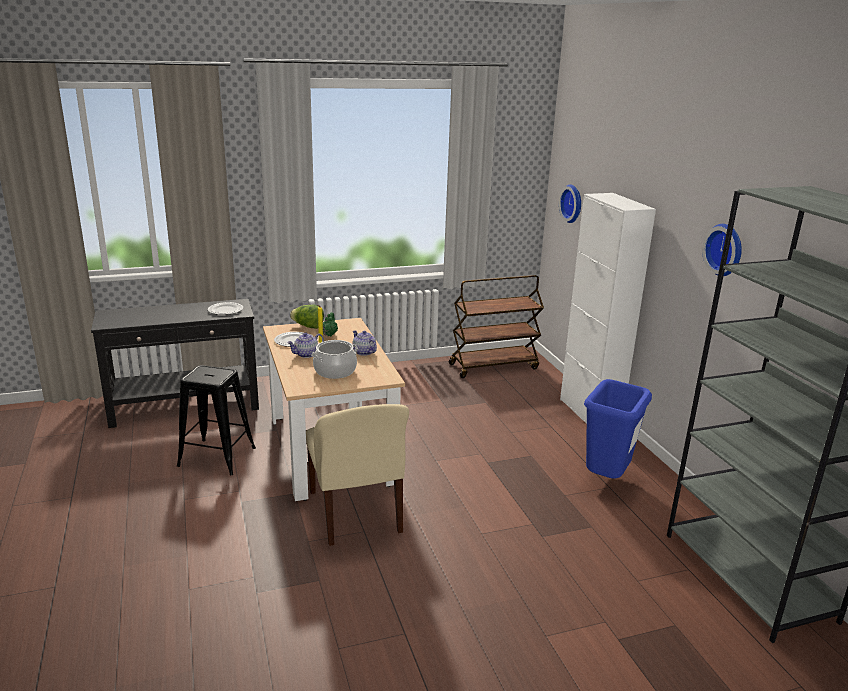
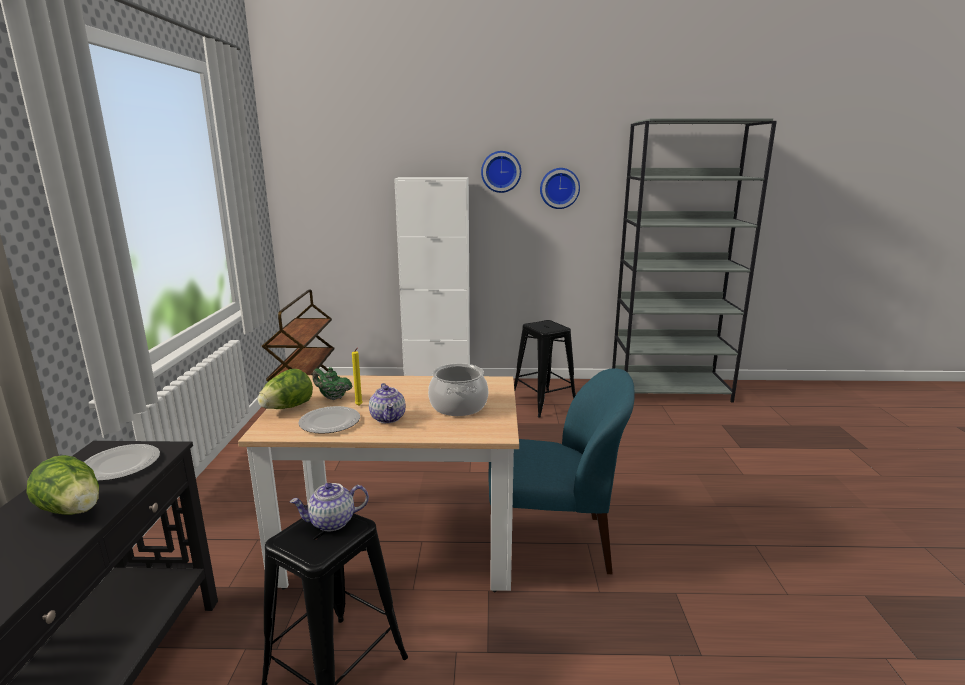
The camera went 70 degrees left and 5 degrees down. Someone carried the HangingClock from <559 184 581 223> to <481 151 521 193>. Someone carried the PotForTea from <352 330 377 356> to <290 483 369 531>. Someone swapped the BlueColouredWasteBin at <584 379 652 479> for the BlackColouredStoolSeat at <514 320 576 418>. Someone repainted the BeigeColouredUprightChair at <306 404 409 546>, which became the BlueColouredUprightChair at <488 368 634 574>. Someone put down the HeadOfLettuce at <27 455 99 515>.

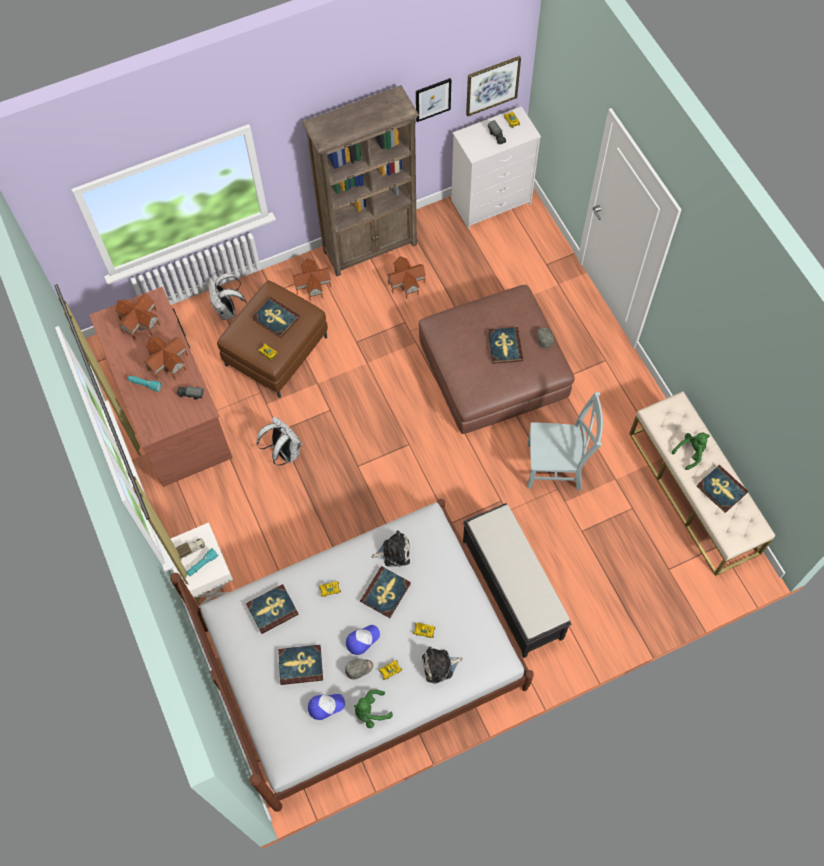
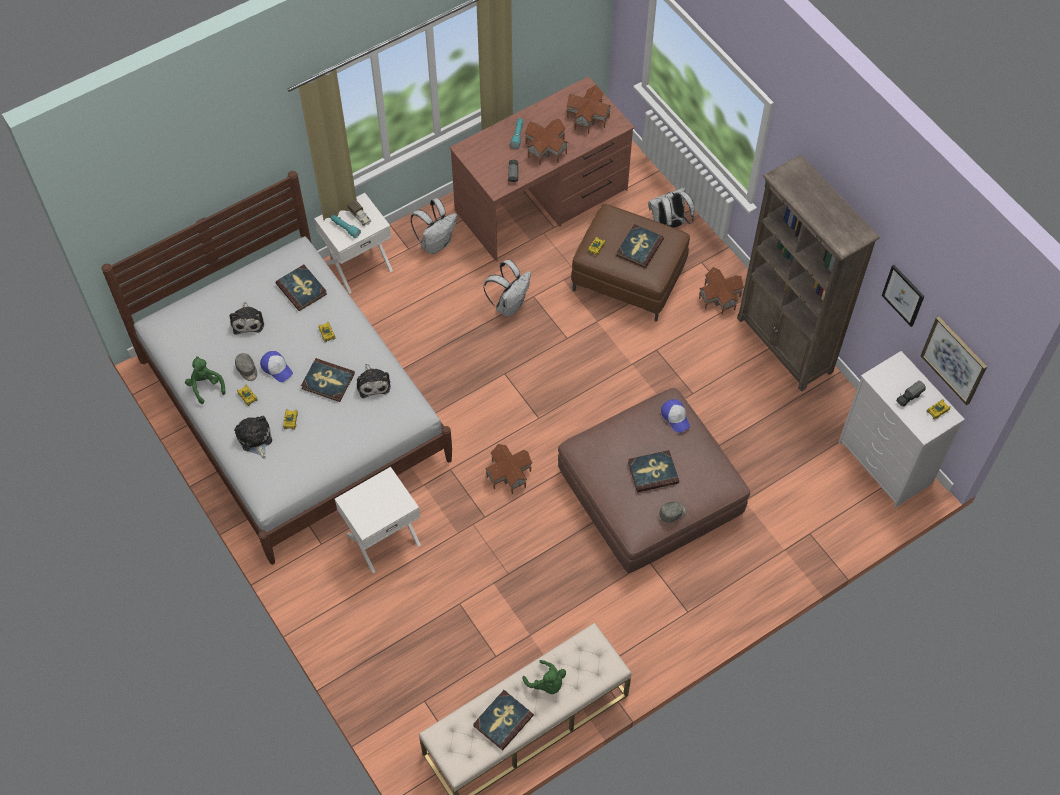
The camera went 80 degrees right and 5 degrees down. Someone carried the ToyHouse from <387 256 426 299> to <485 444 533 494>. Someone took away the GreyUprightChair at <527 392 603 490>. Someone swapped the BlackColouredBench at <463 503 572 658> for the WhiteColouredBedsideTable at <335 467 421 573>. Someone swapped the Book at <278 645 323 685> for the PlushToy at <230 302 264 335>. Someone carried the PeakedCap from <308 694 345 720> to <661 399 690 433>. Someone put down the WhiteColouredKnapsack at <410 198 457 254>.

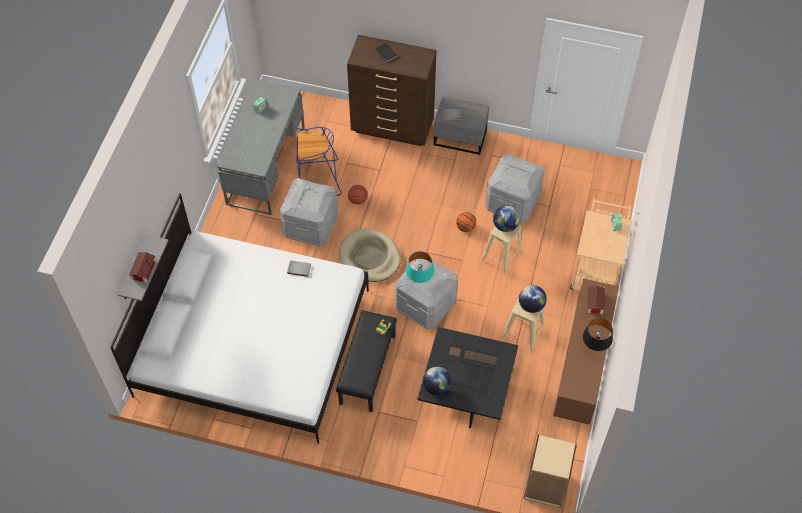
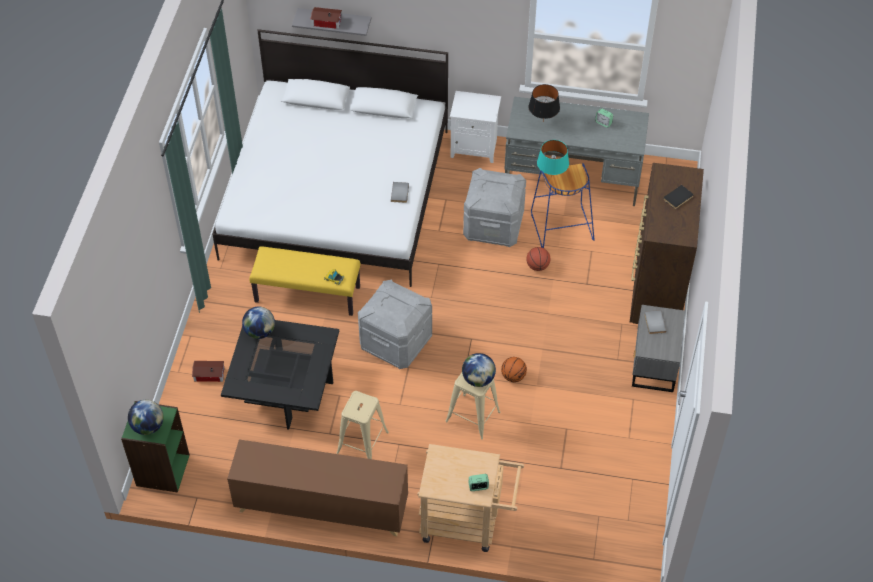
The camera went 85 degrees right and 5 degrees down. Someone took away the GreyStorageBox at <485 153 544 223>. Someone took away the BeigeColouredPetBed at <339 229 401 282>. Someone carried the TurquoiseTableLamp from <406 251 434 283> to <537 140 569 175>. Someone carried the WorldGlobe from <519 285 547 313> to <128 400 164 435>. Someone carried the ToyHouse from <588 286 605 314> to <192 361 224 382>. Someone repainted the BlackColouredBench at <336 310 397 412>, which became the YellowColouredBench at <249 246 361 316>. Someone carried the BlackColouredTableLamp from <583 318 613 351> to <529 84 560 120>. Someone repainted the BeigeColouredBookshelf at <523 435 577 508>, which became the GreenColouredBookshelf at <121 401 190 493>. Someone put down the WhiteColouredBedsideTable at <450 91 501 163>.

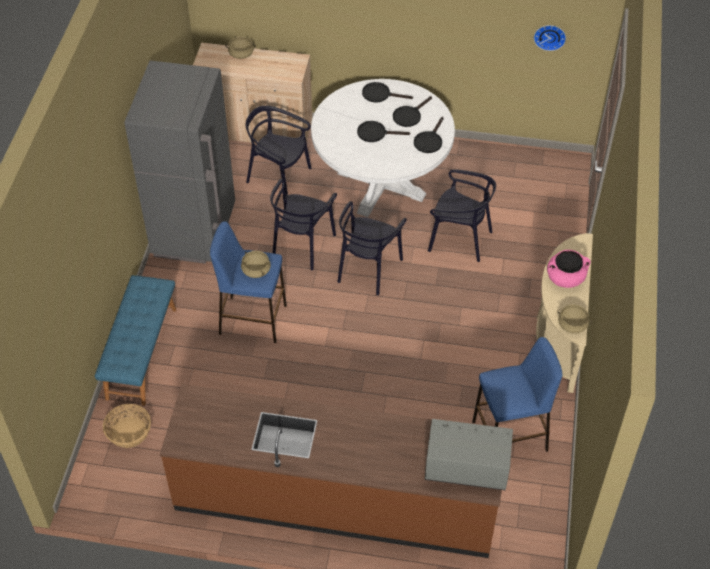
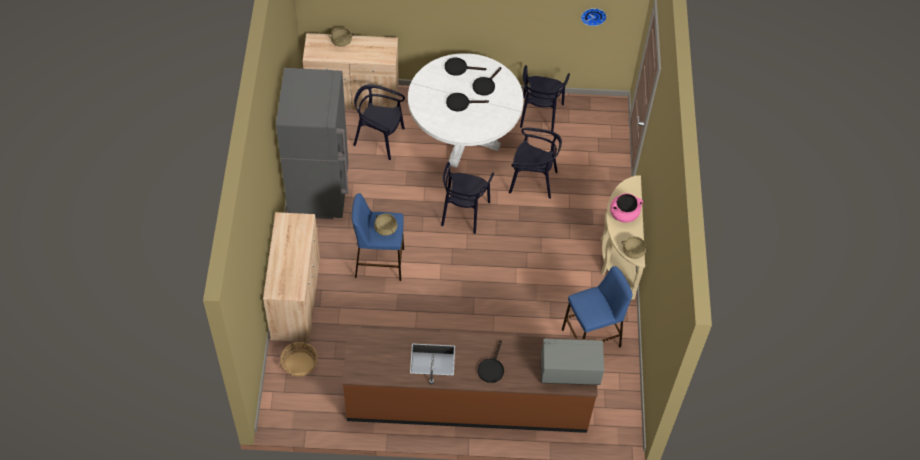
The camera went 10 degrees left and 5 degrees up. Someone carried the BlackColouredFryingPan from <414 117 444 153> to <478 340 504 383>. Someone carried the BlackColouredUprightChair from <270 179 337 271> to <520 65 570 132>. Someone swapped the BlueColouredBench at <95 275 177 406> for the BeigeColouredCupboard at <263 212 320 342>.

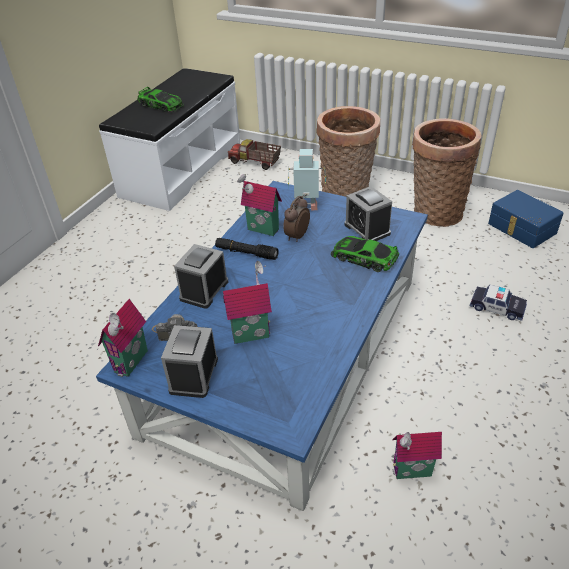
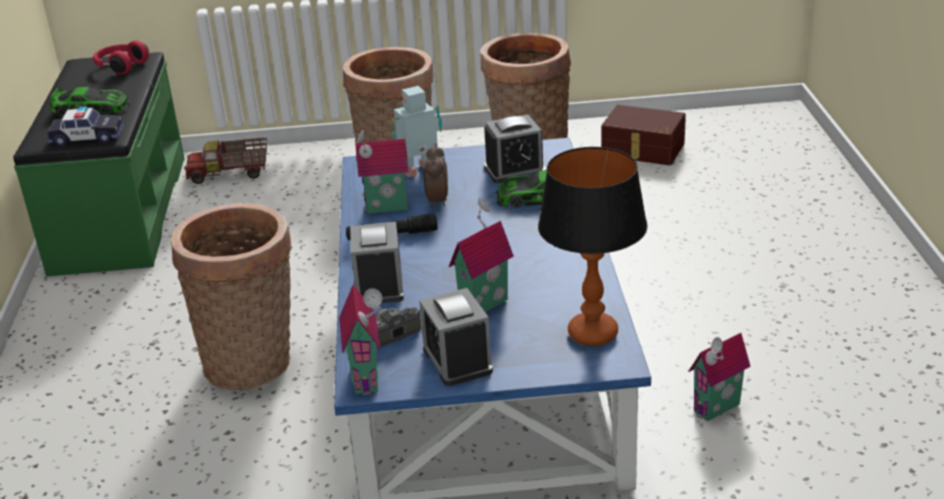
The camera went 30 degrees left and 10 degrees down. Someone repainted the WhiteColouredBench at <99 68 240 211>, which became the GreenColouredBench at <13 52 185 277>. Someone rotated the TableClock at <344 186 392 241> by 45 degrees counterclockwise. Someone repainted the BlueColouredStorageBox at <488 190 564 248>, which became the BrownColouredStorageBox at <601 105 686 165>. Someone carried the ToyCar from <470 285 527 321> to <47 107 124 146>. Someone put down the RedColouredPairOfHeadphones at <93 40 149 75>. Someone put down the TableLamp at <538 147 648 346>. Someone put down the Basket at <171 203 292 390>.

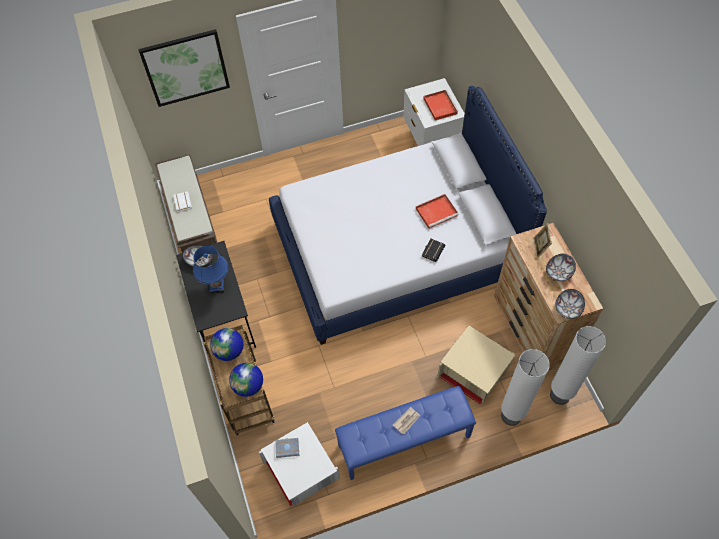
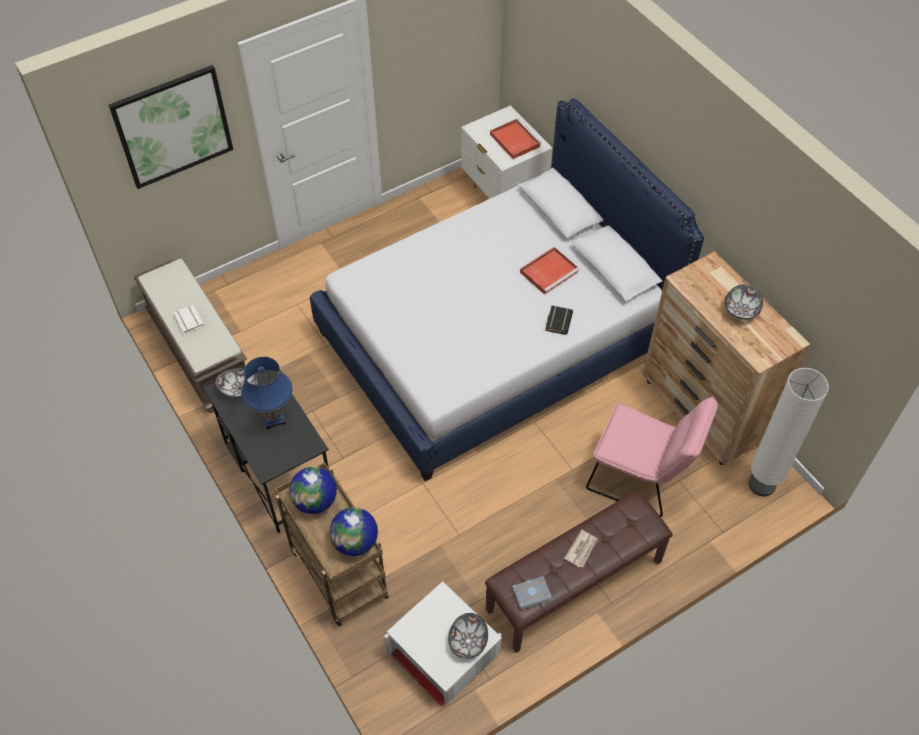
The camera went 15 degrees left and 5 degrees down. Someone took away the StandingFrame at <534 223 552 258>. Someone carried the Bowl from <555 289 585 319> to <448 613 488 659>. Someone swapped the BeigeColouredStorageBox at <437 325 515 404> for the PinkUprightChair at <586 396 718 517>. Someone took away the WhiteColouredFloorLamp at <501 349 550 426>. Someone repainted the BlueColouredBench at <335 386 476 480>, which became the BrownColouredBench at <485 491 673 653>. Someone carried the GreyBook from <275 438 299 458> to <512 576 552 610>.

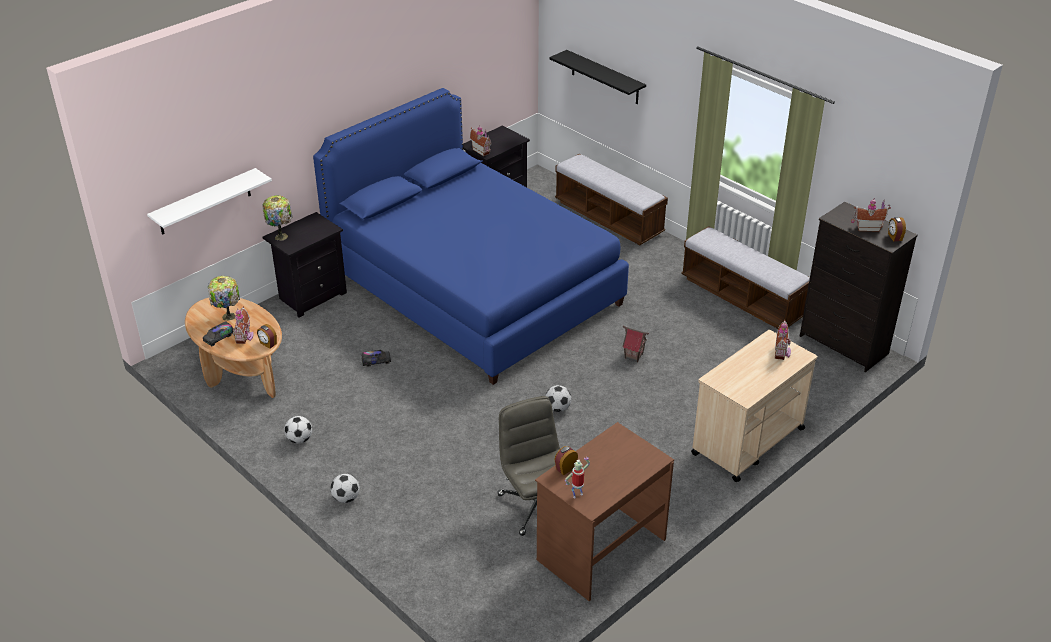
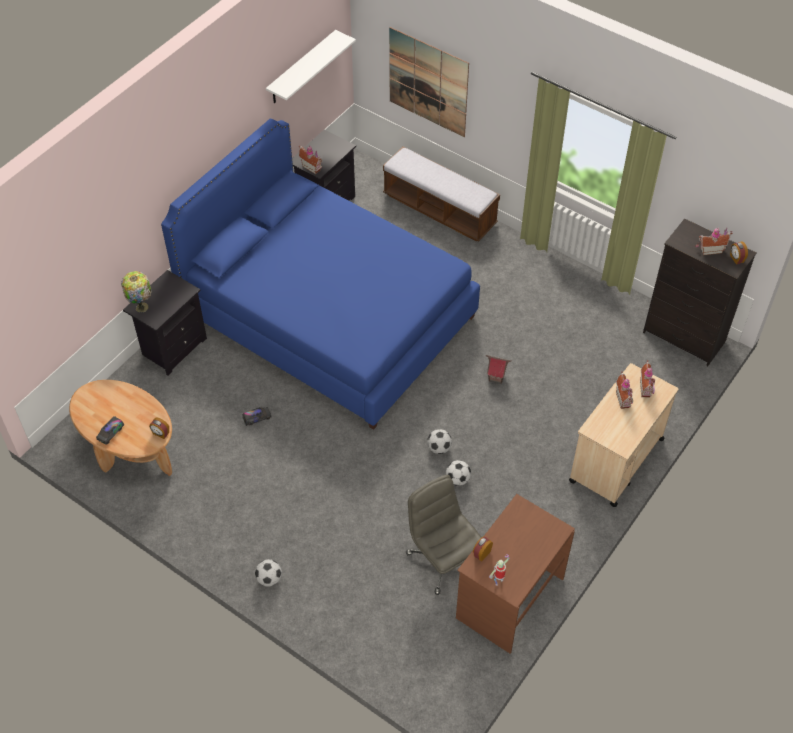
The camera went 10 degrees left and 15 degrees up. Someone swapped the BlackColouredShelf at <549 50 646 104> for the Picture at <389 27 469 137>. Someone carried the WhiteColouredShelf from <147 168 272 235> to <266 30 356 103>. Someone took away the Bench at <681 226 810 329>. Someone took away the TableLamp at <208 276 240 321>. Someone carried the ToyHouse from <233 306 254 344> to <616 371 633 409>. Someone carried the BallForFootball from <284 416 312 444> to <446 460 471 486>.

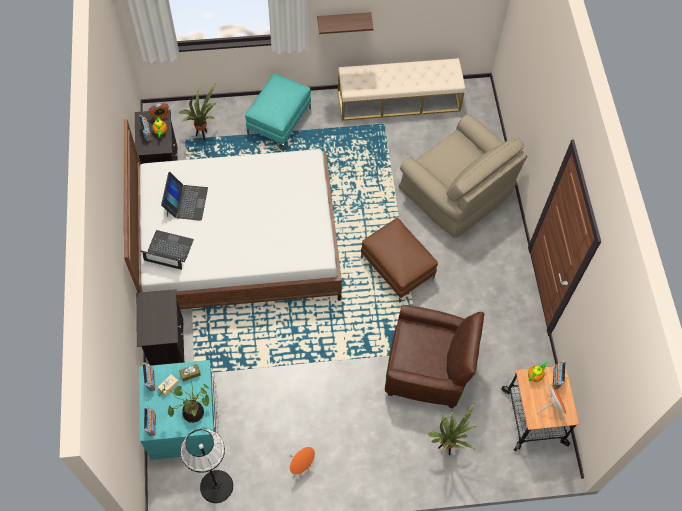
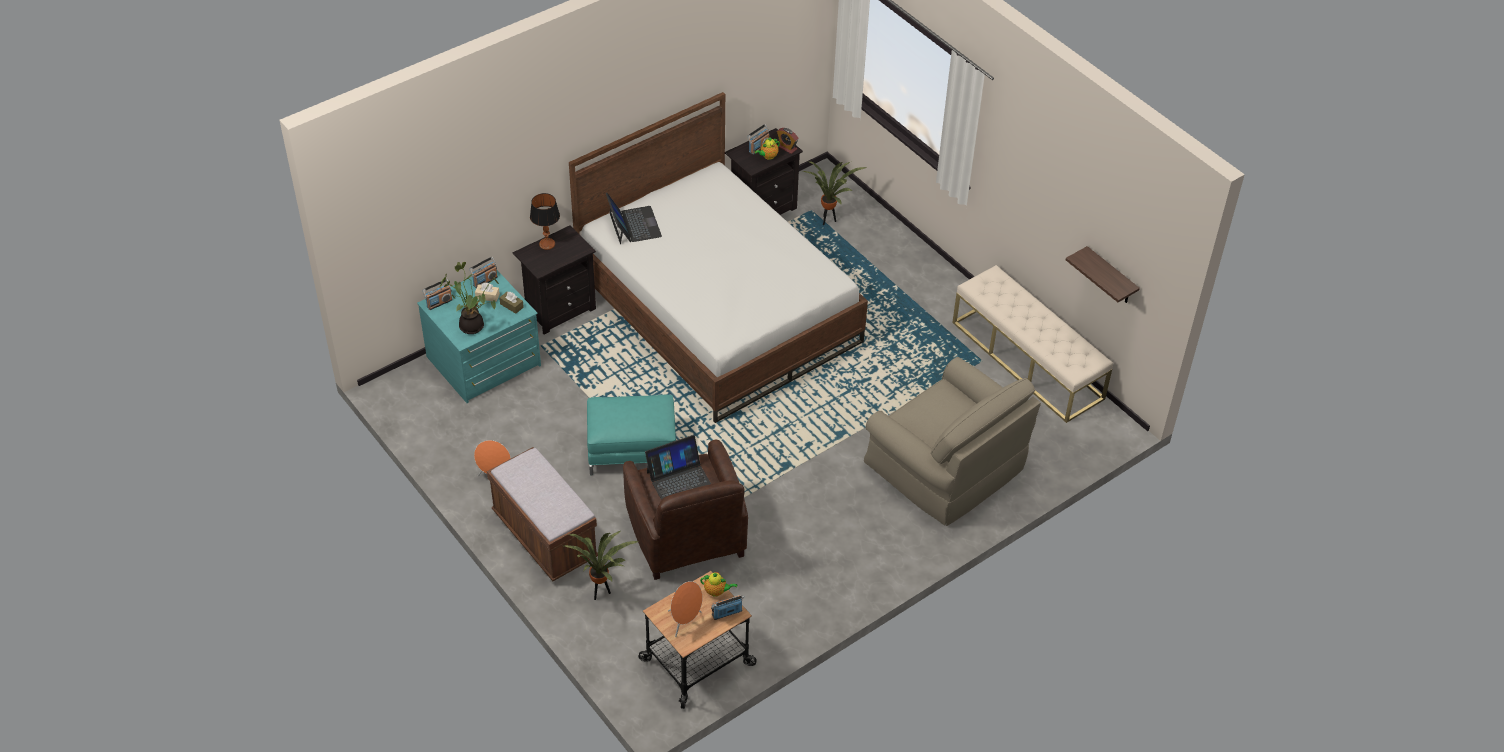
The camera went 60 degrees right and 15 degrees down. Someone carried the Shelf from <317 12 374 34> to <1066 246 1140 303>. Someone carried the TurquoiseOttoman from <245 73 311 150> to <587 395 676 476>. Someone rotated the BeigeColouredEasyChair at <398 114 527 238> by 60 degrees counterclockwise. Someone carried the PortableComputer from <161 172 208 221> to <645 435 711 500>. Someone took away the BrownColouredOttoman at <361 218 438 303>. Someone took away the BlackColouredFloorLamp at <180 429 233 503>. Someone put down the TableLamp at <530 193 560 250>. Someone put down the BrownColouredBench at <487 447 598 581>.

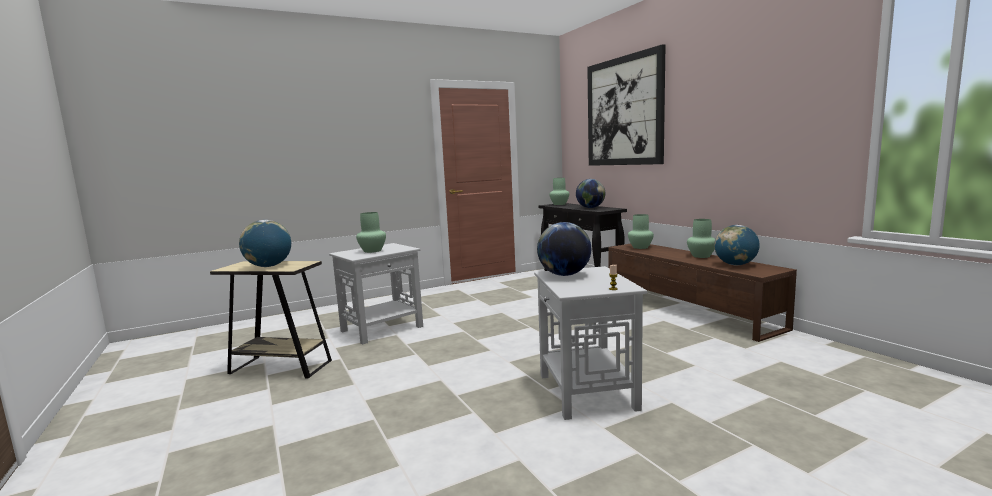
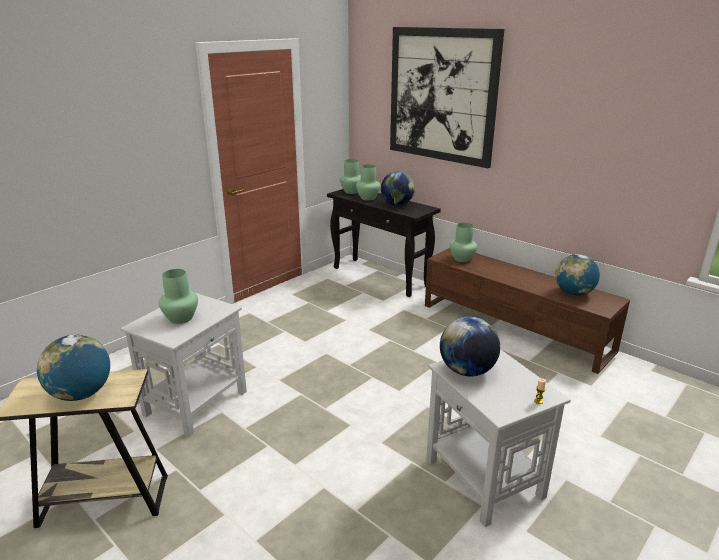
The camera went 20 degrees left and 15 degrees up. Someone carried the GreenColouredVase from <687 219 715 258> to <356 165 381 201>.

